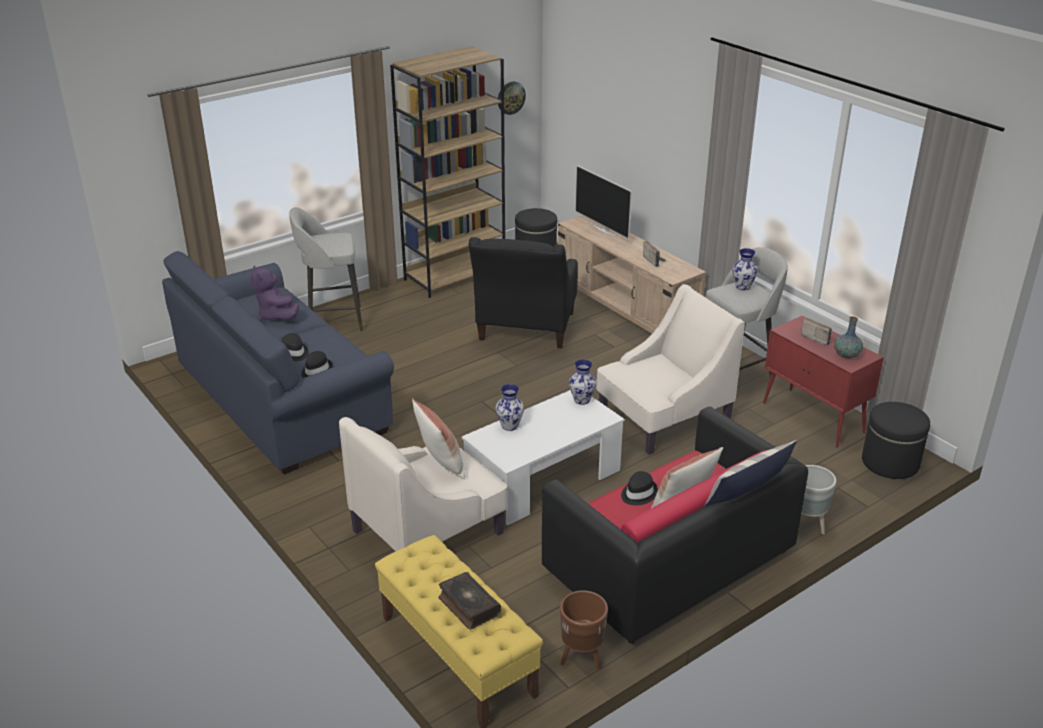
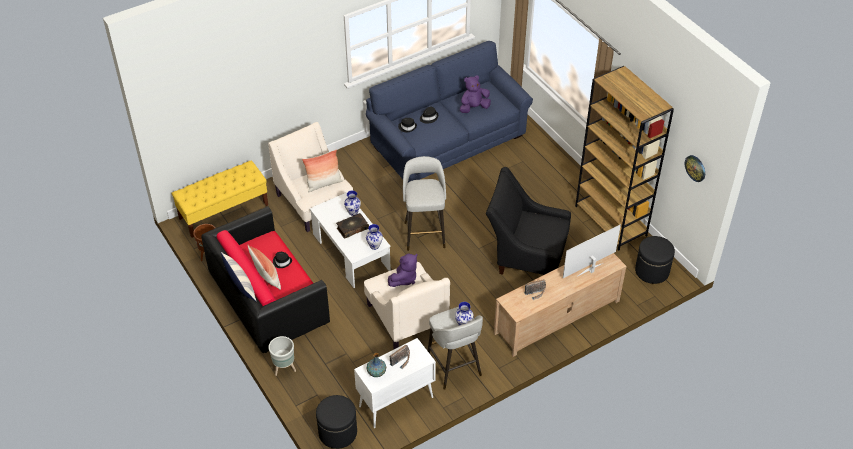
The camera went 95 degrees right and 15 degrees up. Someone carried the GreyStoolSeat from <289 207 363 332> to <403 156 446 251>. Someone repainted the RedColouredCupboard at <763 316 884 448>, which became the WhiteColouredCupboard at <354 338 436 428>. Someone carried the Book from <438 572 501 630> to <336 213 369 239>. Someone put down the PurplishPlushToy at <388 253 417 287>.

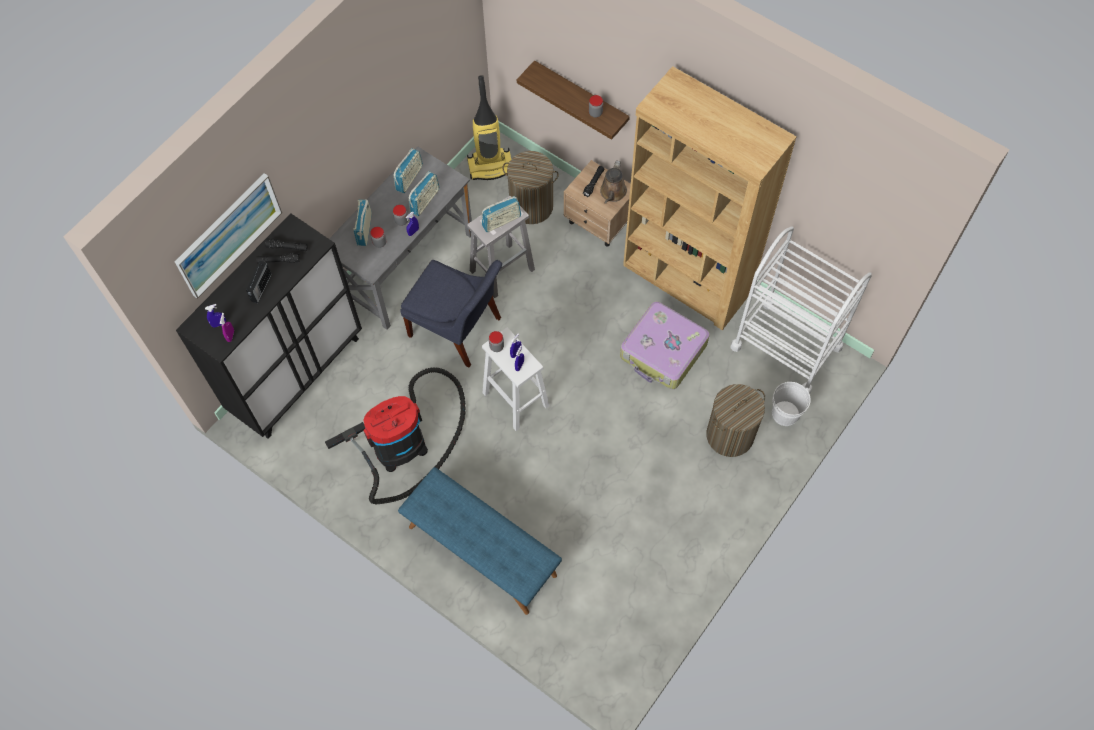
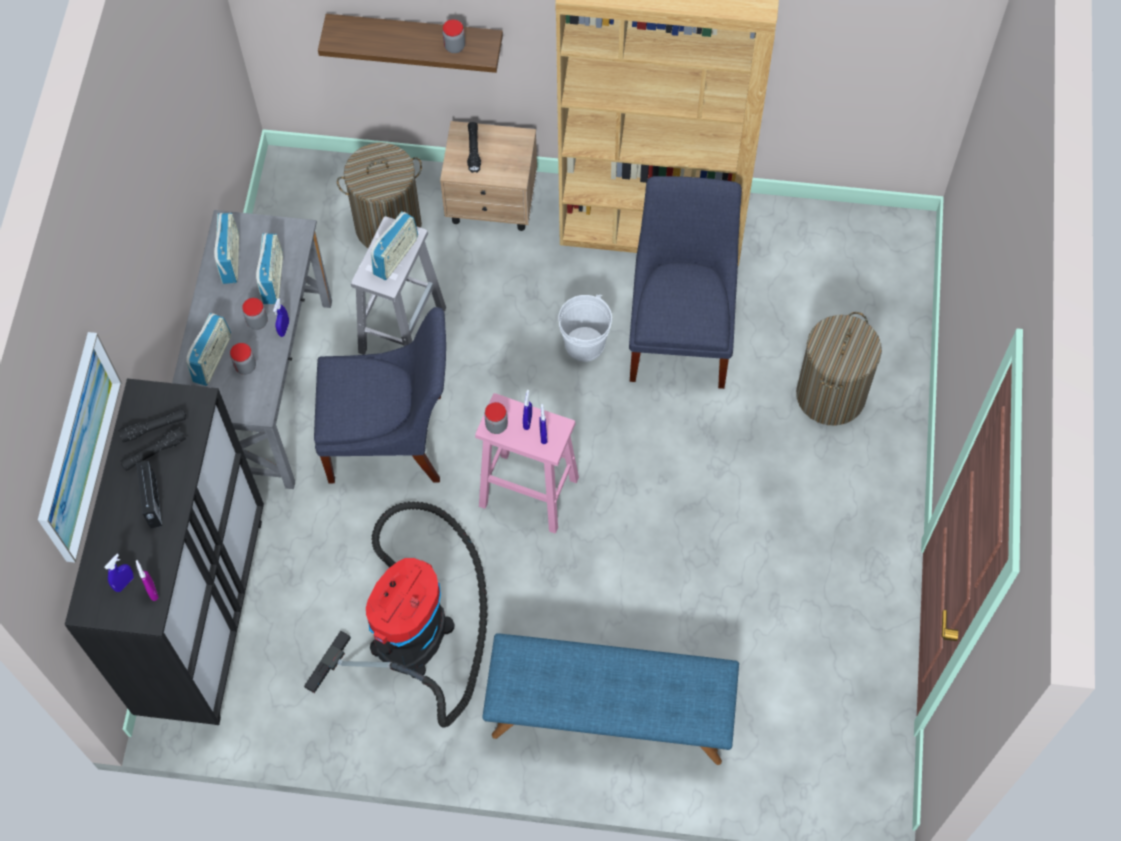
The camera went 30 degrees left and 0 degrees up. Someone took away the VacuumCleaner at <467 75 511 180>. Someone took away the BrownColouredWateringPot at <600 160 627 204>. Someone rotated the Radio at <353 199 372 246> by 135 degrees counterclockwise. Someone took away the WhiteColouredWheeledCart at <730 226 872 394>. Someone swapped the PieceOfLuggage at <620 301 710 389> for the BlueColouredUprightChair at <629 176 742 389>. Someone repainted the WhiteColouredStoolSeat at <482 328 549 431>, which became the PinkStoolSeat at <475 393 579 534>. Someone carried the WhiteColouredBucket from <772 382 811 426> to <558 295 612 362>.

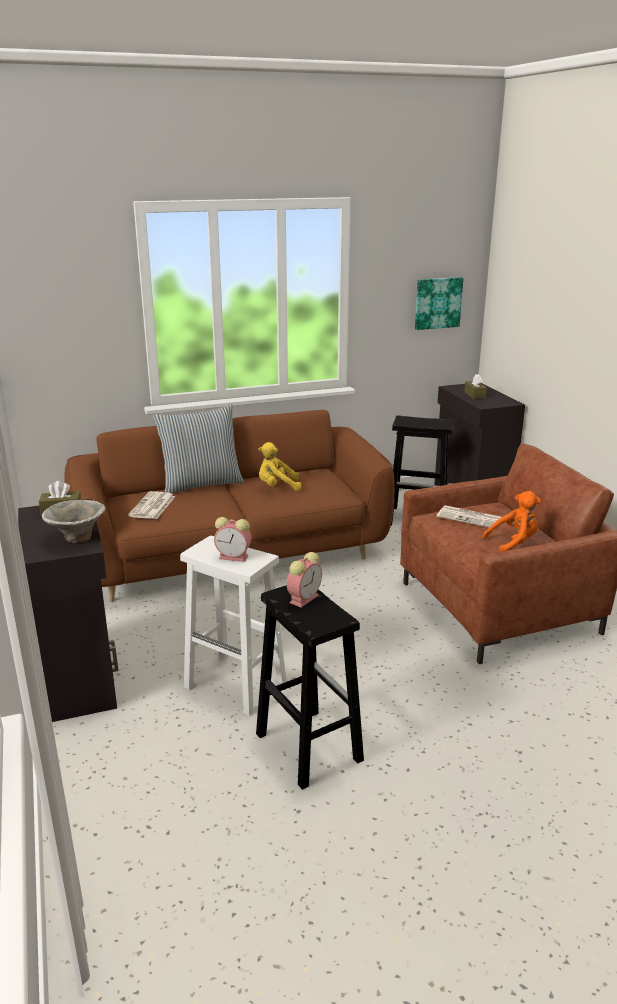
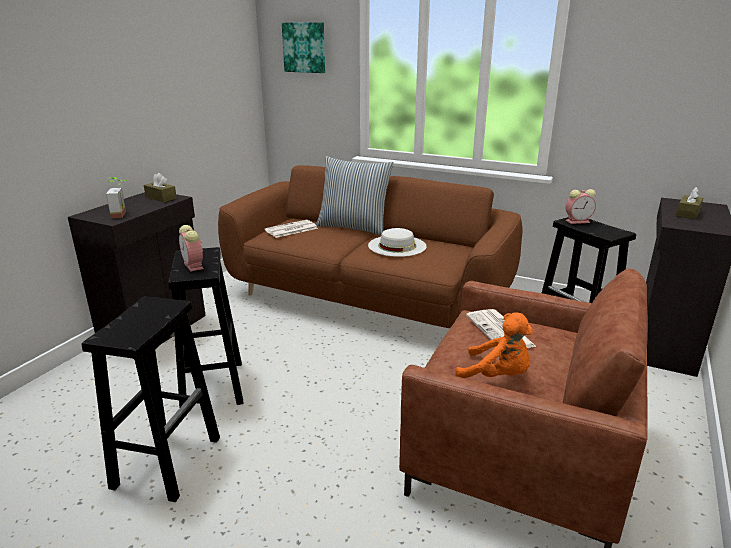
The camera went 45 degrees right and 0 degrees up. Someone carried the Picture from <415 277 463 330> to <282 22 325 73>. Someone swapped the YellowColouredPlushToy at <258 442 301 491> for the WhiteColouredHat at <368 228 426 257>. Someone swapped the Bowl at <42 500 106 543> for the Houseplant at <106 177 127 218>. Someone repainted the WhiteColouredStoolSeat at <180 536 286 716>, which became the BlackColouredStoolSeat at <168 247 243 408>. Someone carried the TableClock from <287 552 322 608> to <565 189 596 224>.

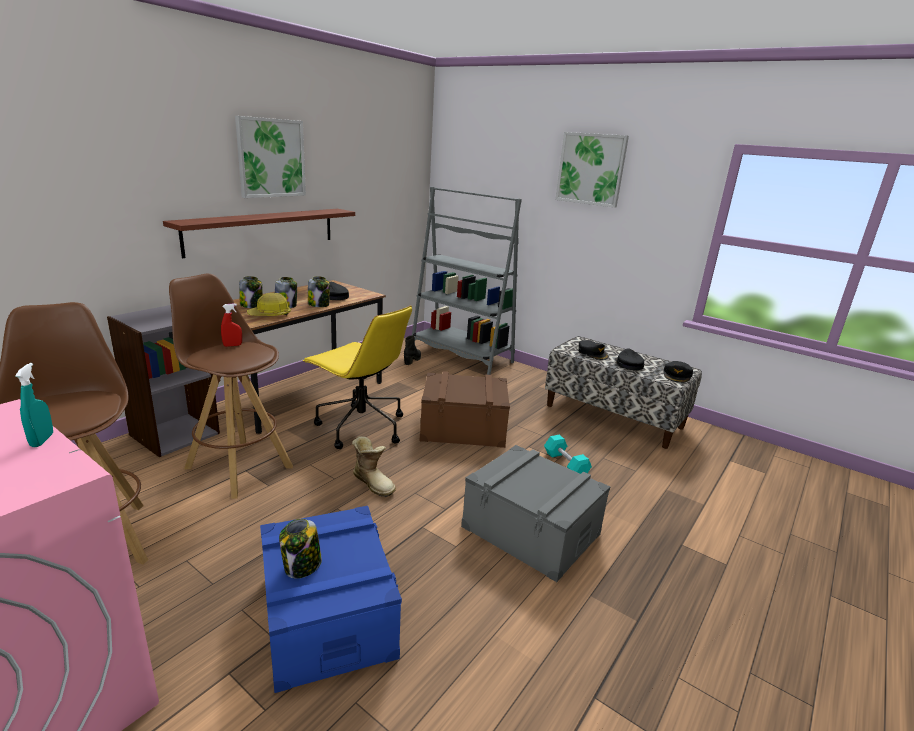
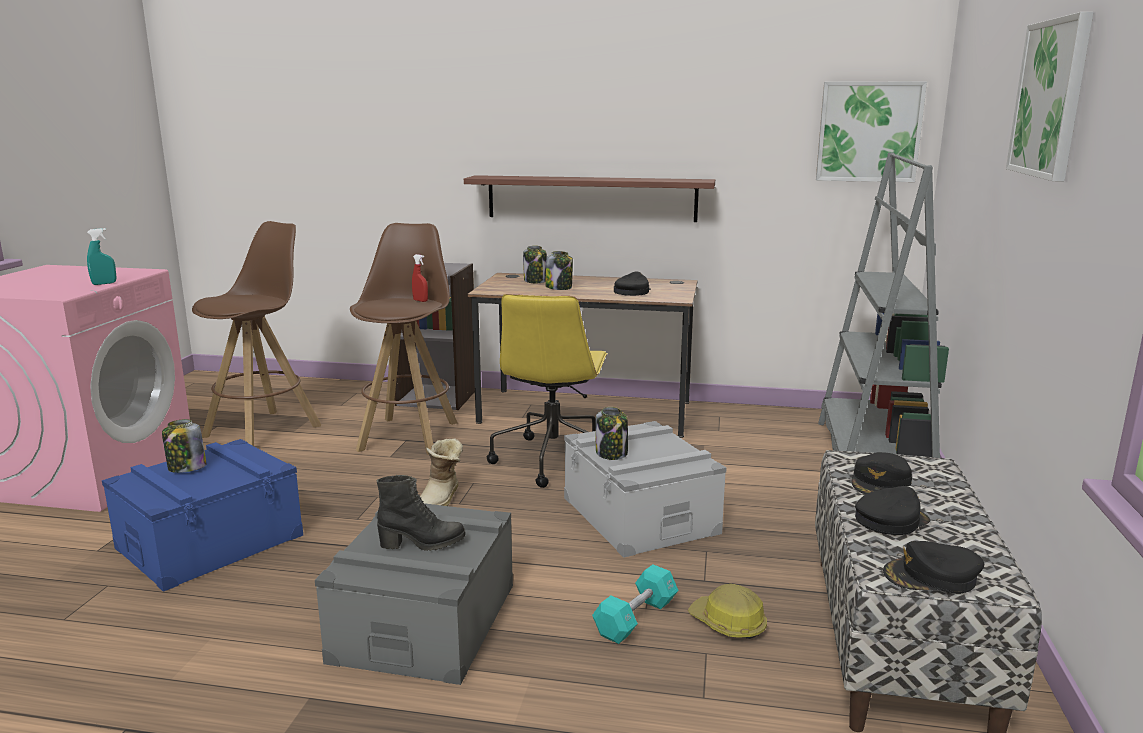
The camera went 65 degrees right and 5 degrees down. Someone carried the Picture from <235 116 306 198> to <816 81 927 182>. Someone carried the Jar from <308 276 330 307> to <595 407 628 460>. Someone carried the HardHat from <247 293 291 316> to <688 584 767 639>. Someone carried the BlackColouredTallBoot from <404 335 421 365> to <377 475 466 551>. Someone repainted the BrownColouredStorageBox at <420 371 510 448>, which became the GreyStorageBox at <564 421 727 558>.

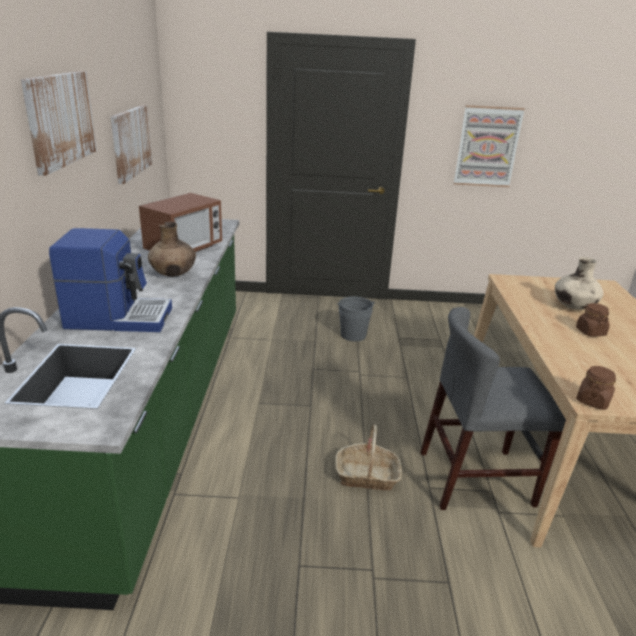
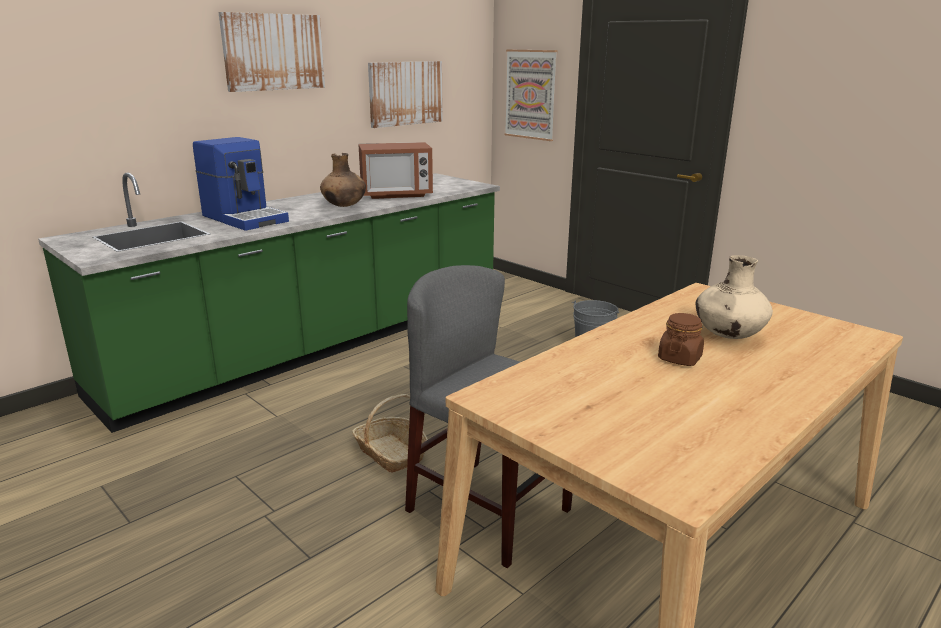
The camera went 45 degrees right and 5 degrees down. Someone carried the Picture from <454 105 525 187> to <504 49 557 141>. Someone took away the BrownColouredJar at <576 366 616 410>.

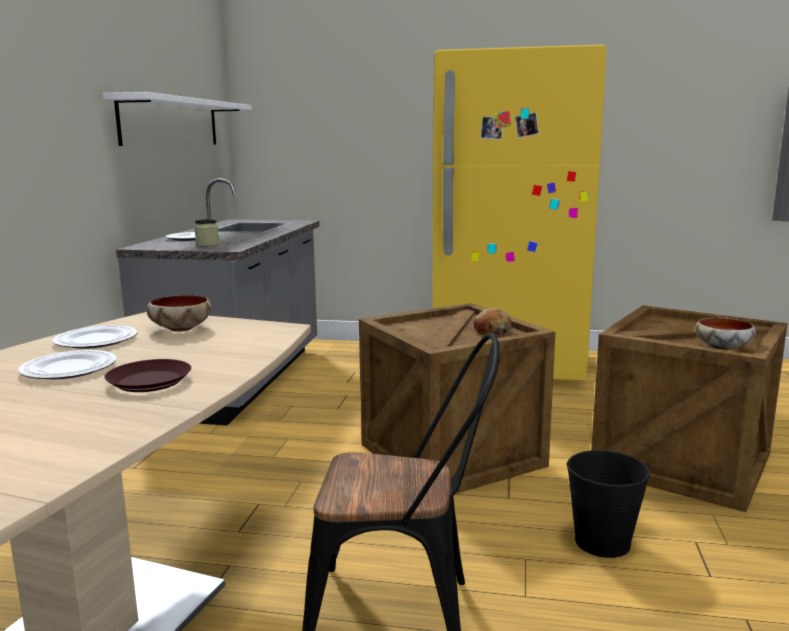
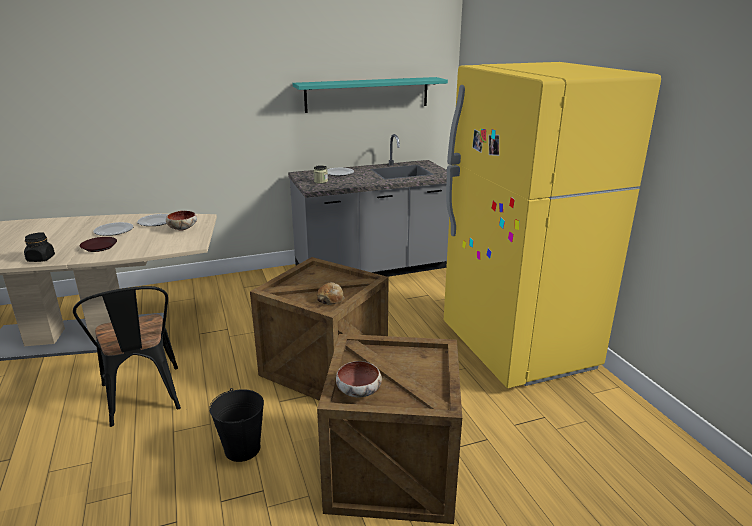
The camera went 60 degrees right and 10 degrees up. Someone repainted the WhiteColouredShelf at <103 92 252 146>, which became the TurquoiseShelf at <293 77 448 113>. Someone put down the BlackColouredJar at <24 232 55 262>.

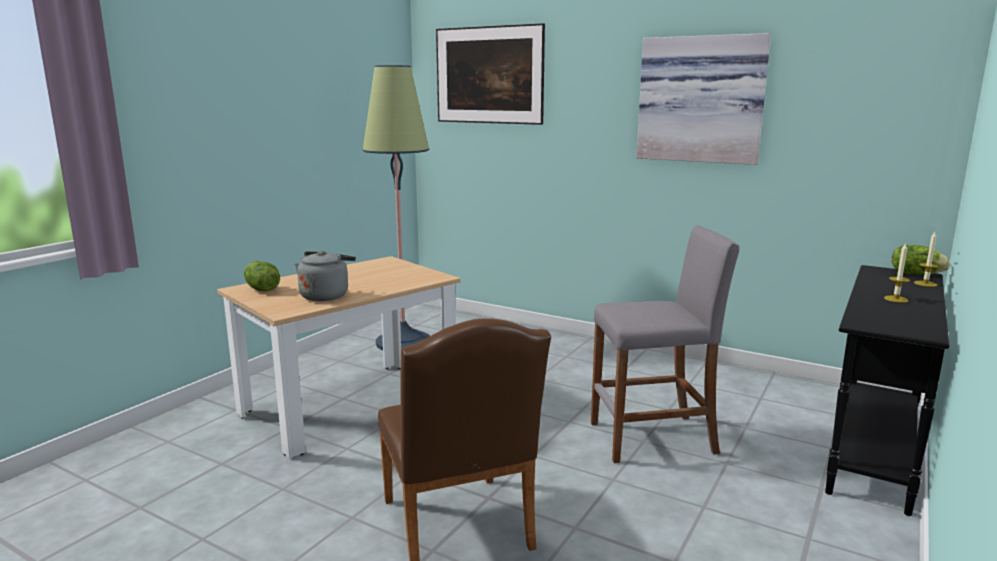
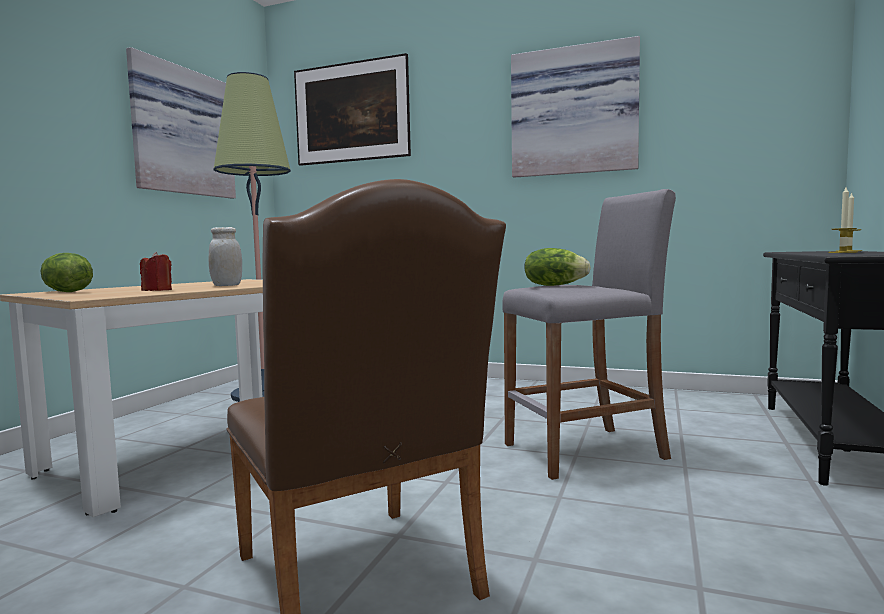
The camera went 10 degrees left and 10 degrees down. Someone carried the HeadOfLettuce from <892 245 951 275> to <525 248 591 286>. Someone swapped the GreyTeaKettle at <295 251 356 301> for the RedColouredWaxLight at <140 252 172 291>. Someone put up the Picture at <126 47 236 199>. Someone put down the WhiteColouredJar at <209 227 242 286>.

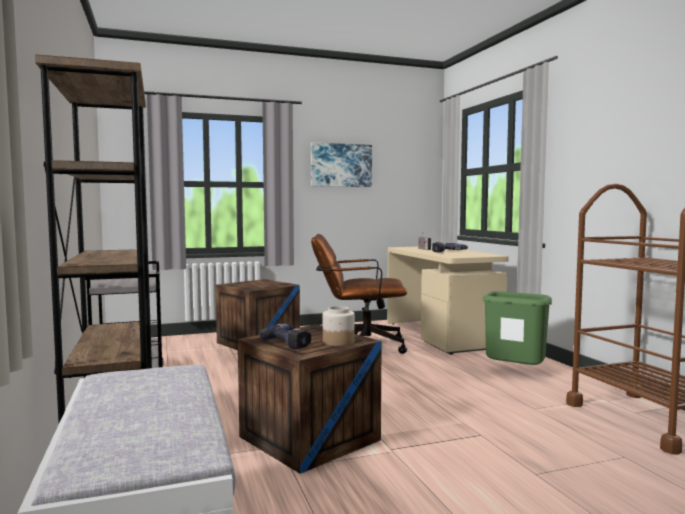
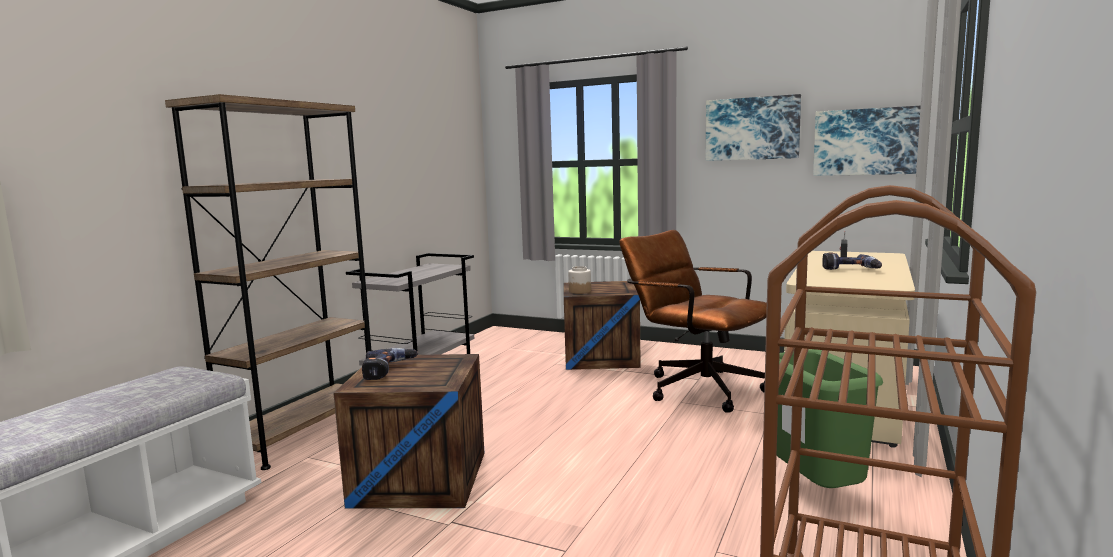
The camera went 45 degrees right and 5 degrees up. Someone carried the Jar from <323 306 355 346> to <568 266 591 294>. Someone put up the Picture at <813 106 921 176>.

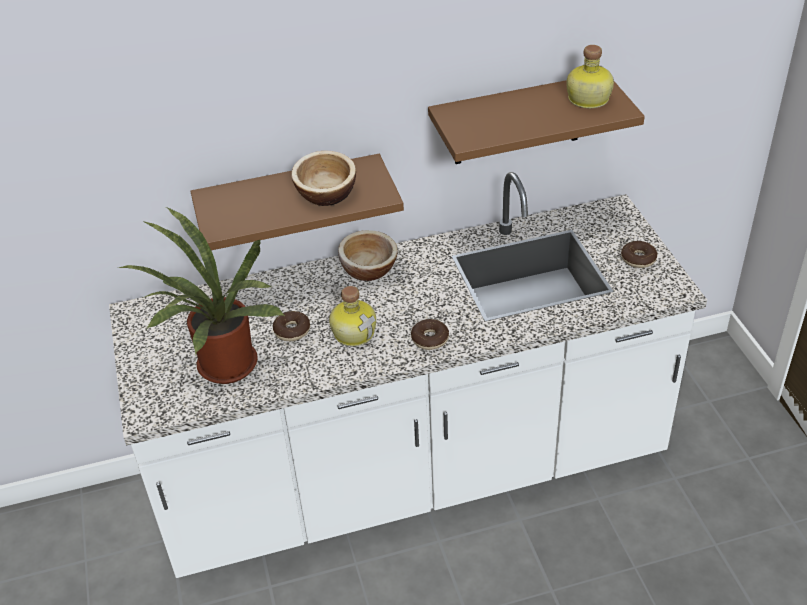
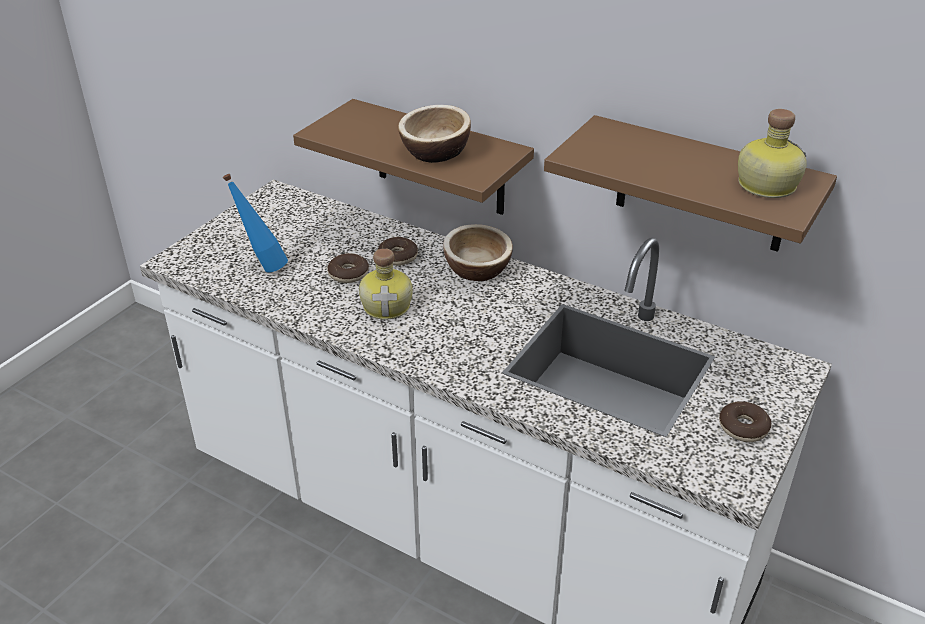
The camera went 45 degrees right and 5 degrees down. Someone swapped the Houseplant at <119 207 286 384> for the BlueColouredDrinkBottle at <223 174 288 273>. Someone carried the RingDoughnut from <411 319 449 350> to <378 237 418 266>.

